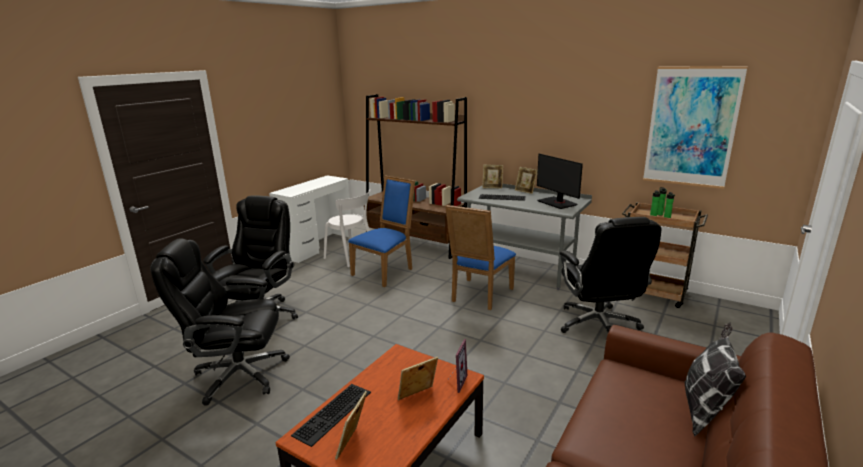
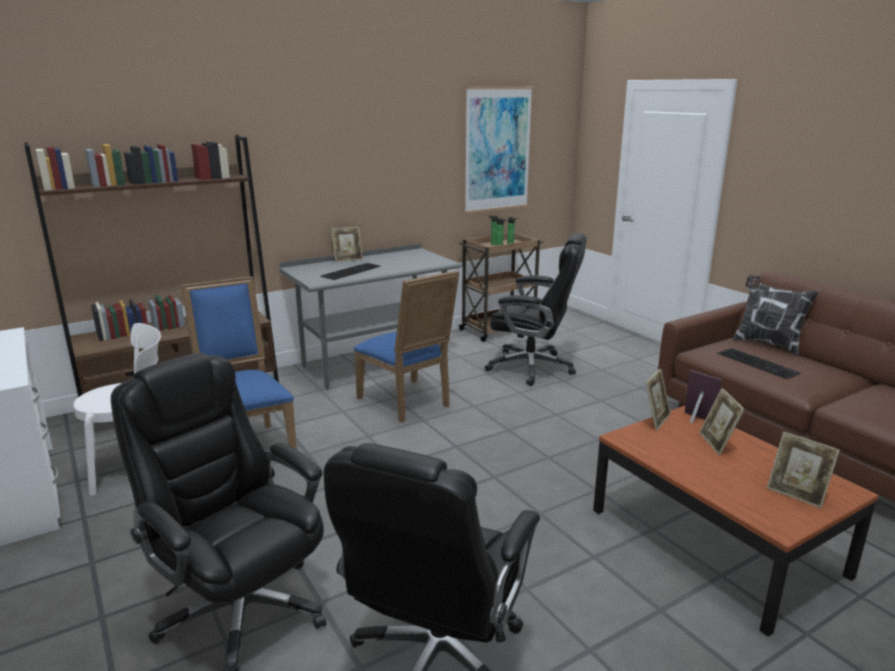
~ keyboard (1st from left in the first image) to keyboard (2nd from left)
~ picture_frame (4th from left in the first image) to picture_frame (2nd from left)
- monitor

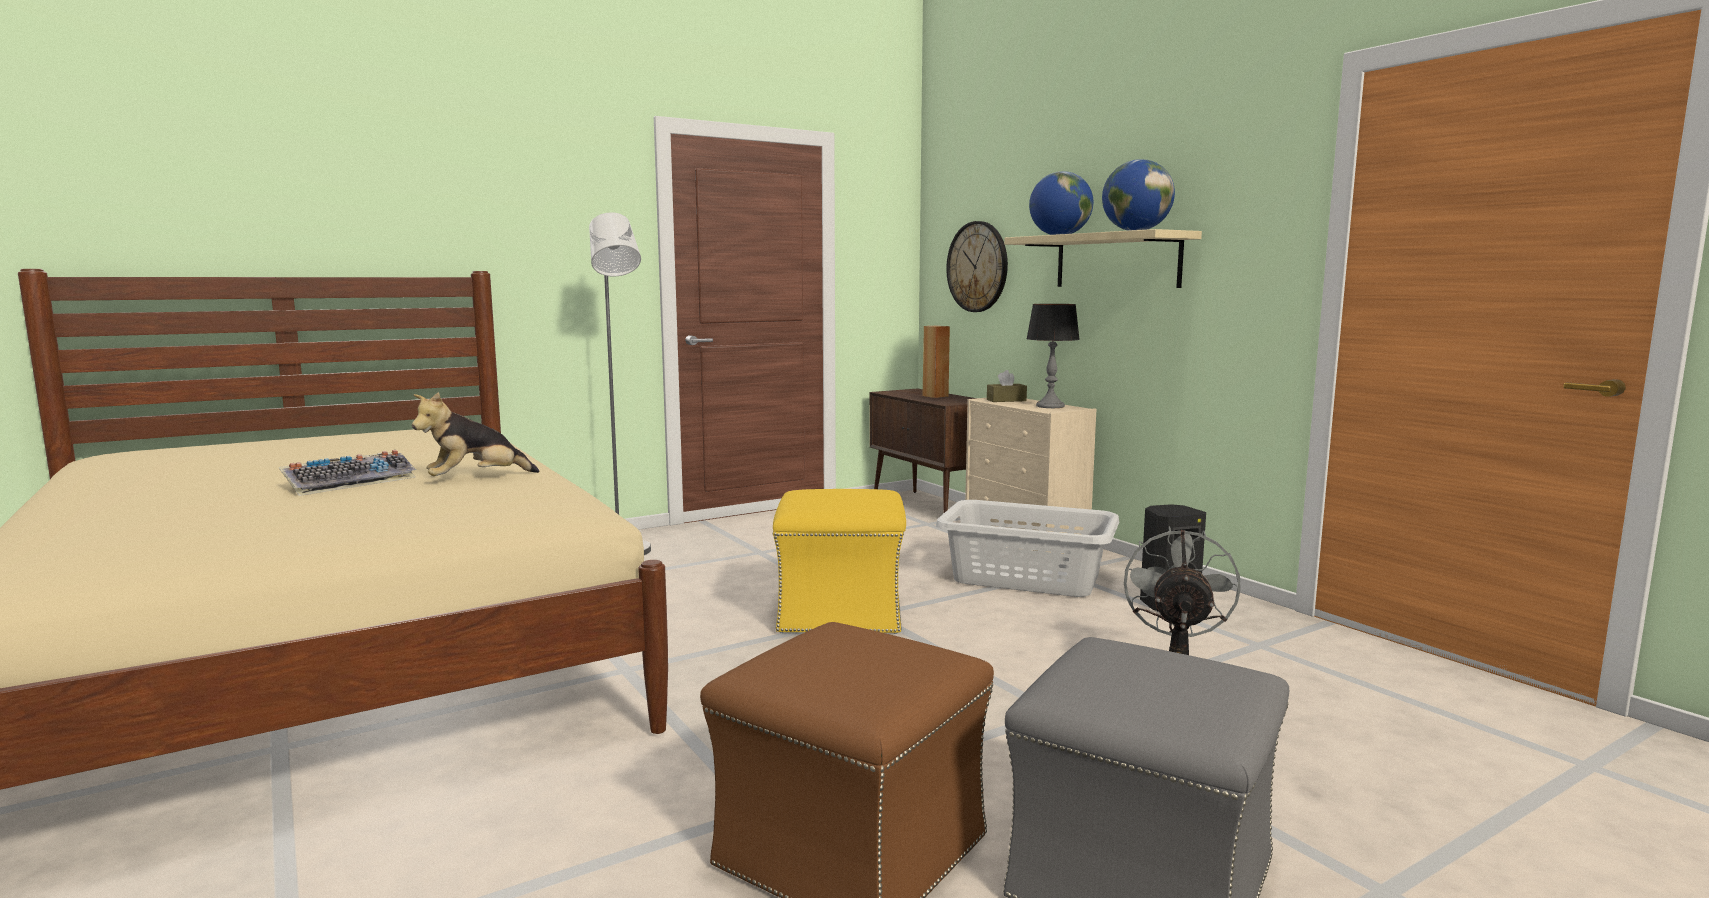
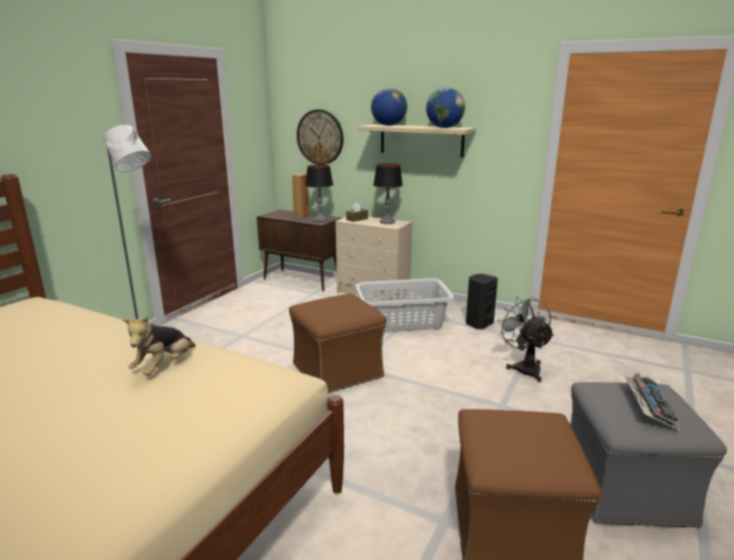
~ keyboard
~ yellow_ottoman to brown_ottoman (1st from left)
+ table_lamp (1st from left)

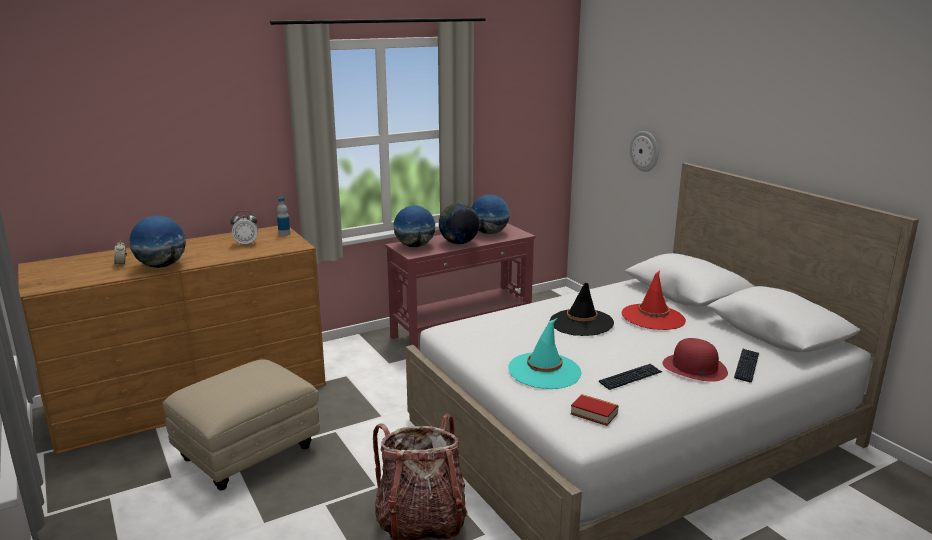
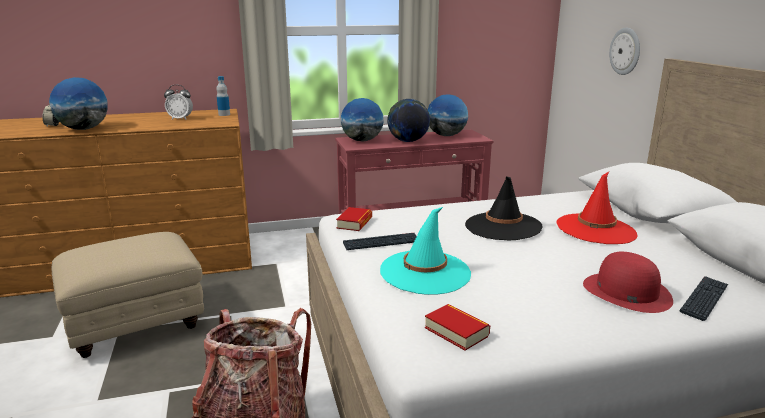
~ keyboard (1st from left)
+ book (1st from left)

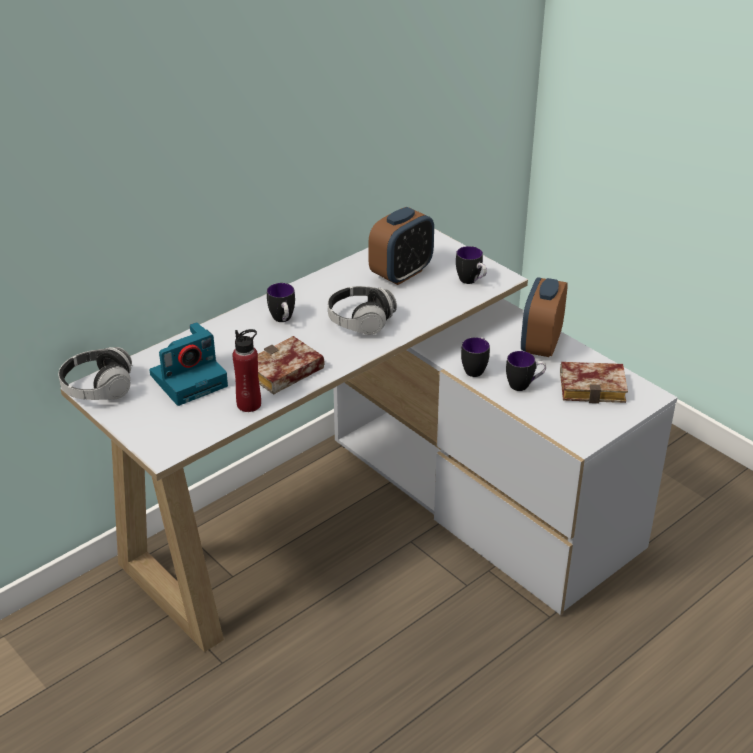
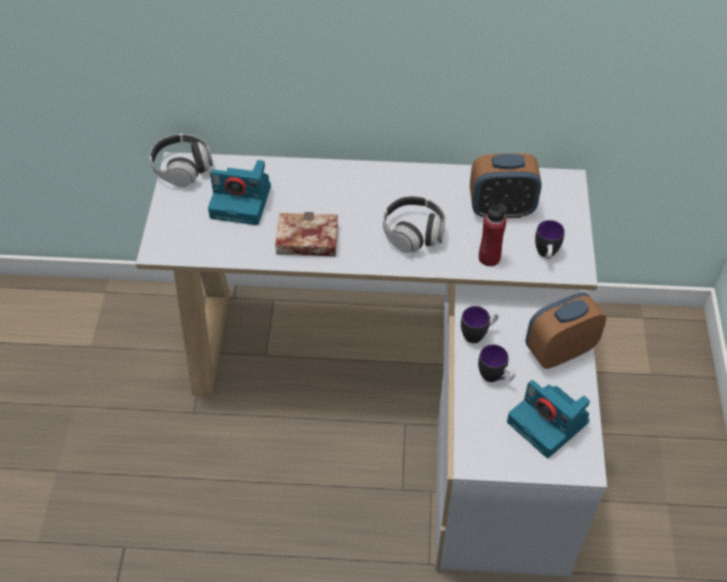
~ red_bottle
- mug (1st from left)
~ book (2nd from left) to photo_camera (2nd from left)

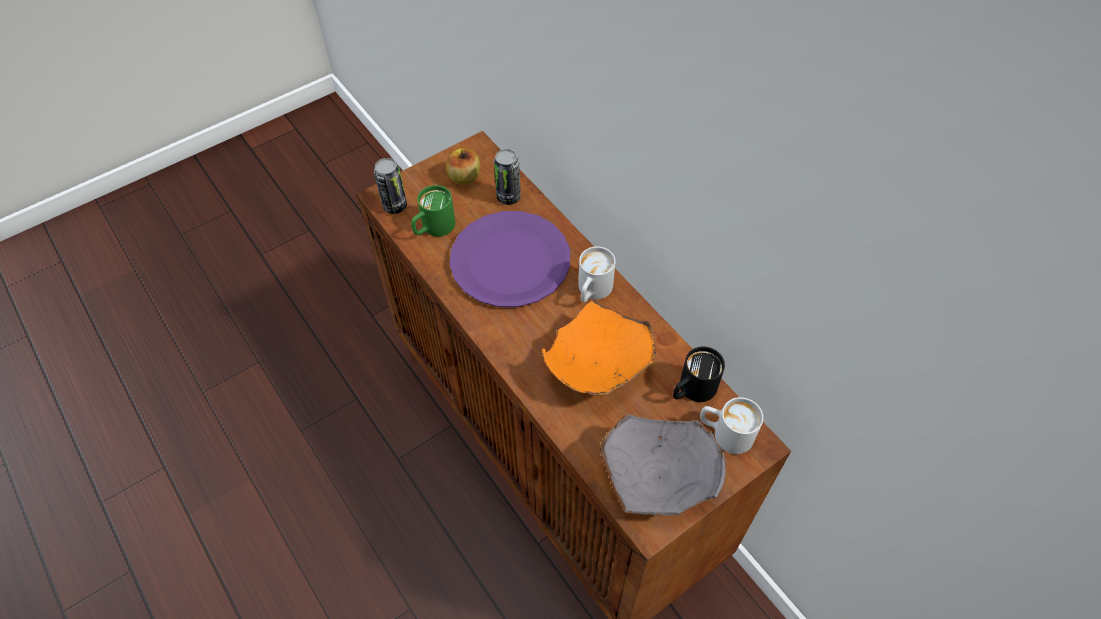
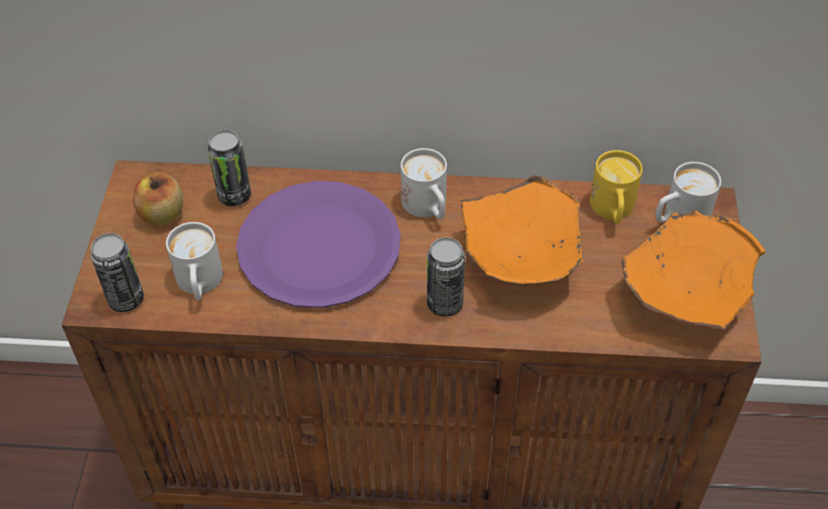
~ green_mug to white_mug (1st from left)
~ grey_bowl to orange_bowl (2nd from left)
~ black_mug to yellow_mug
+ can (3rd from left)

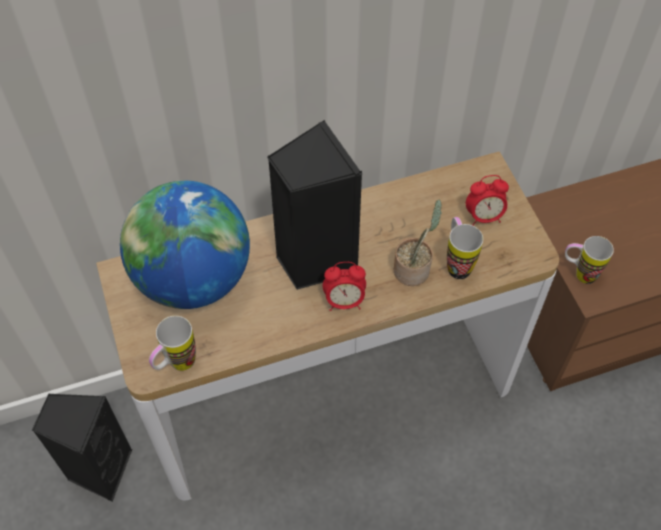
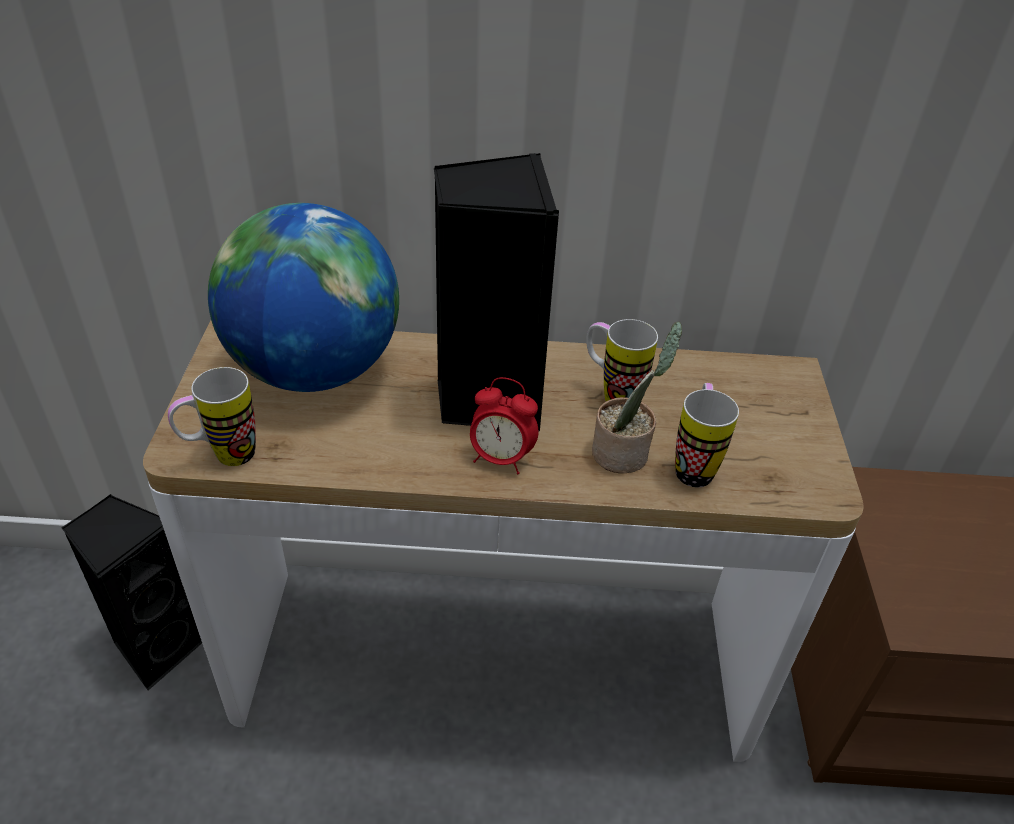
- alarm_clock (2nd from left)
~ mug (3rd from left in the first image) to mug (2nd from left)

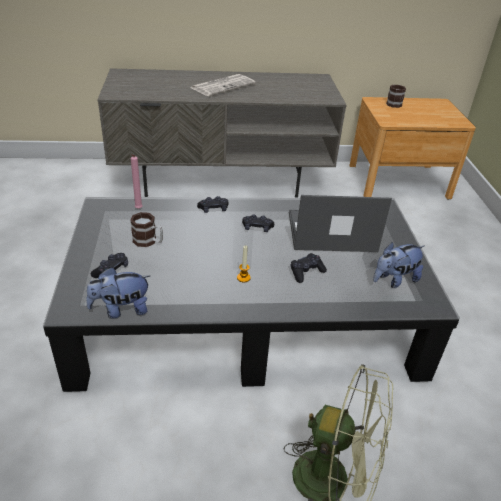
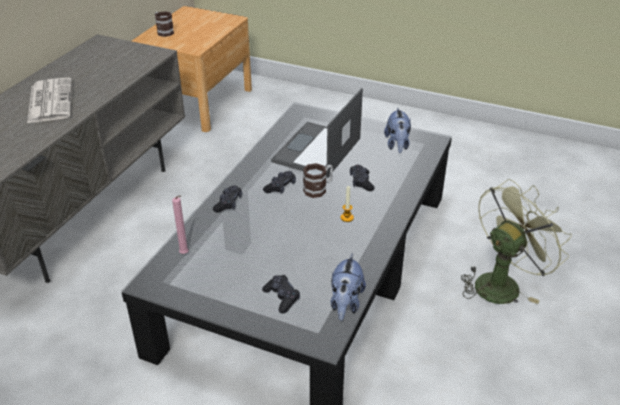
~ mug (1st from left in the first image) to mug (2nd from left)

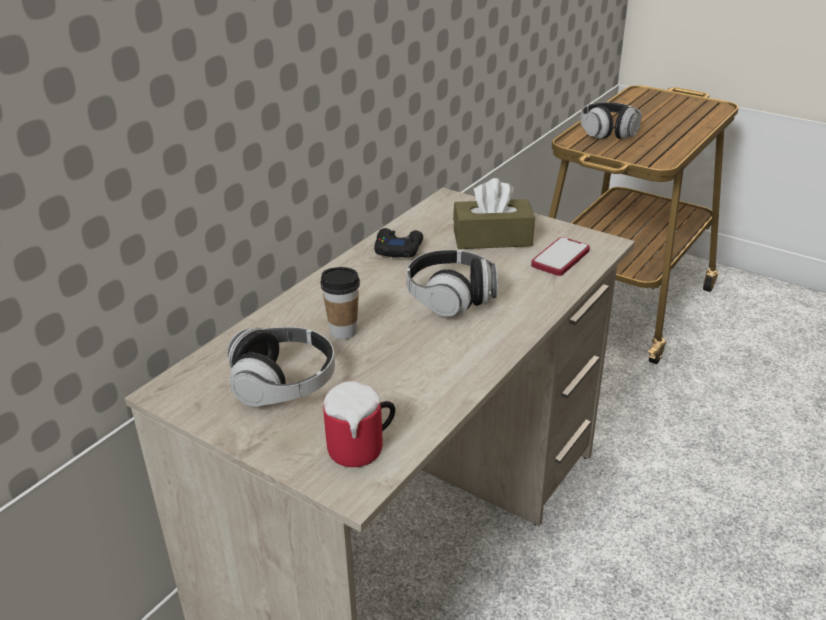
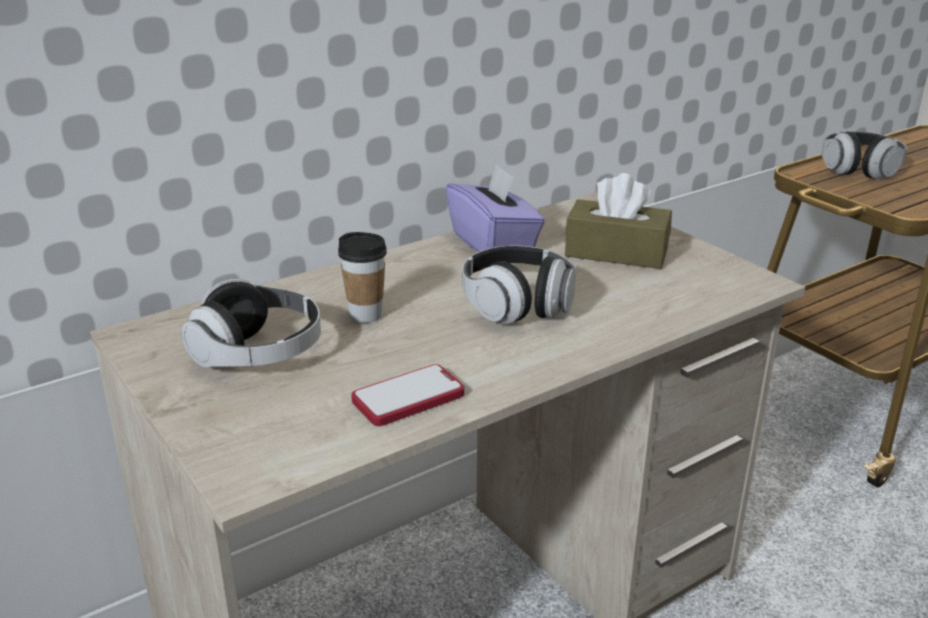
- mug
~ black_game_controller to purple_tissue_box
~ phone

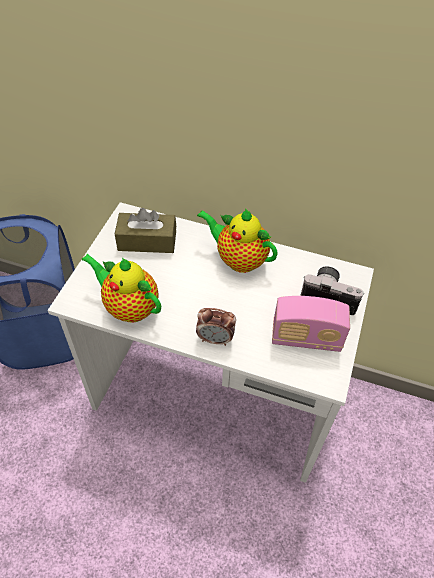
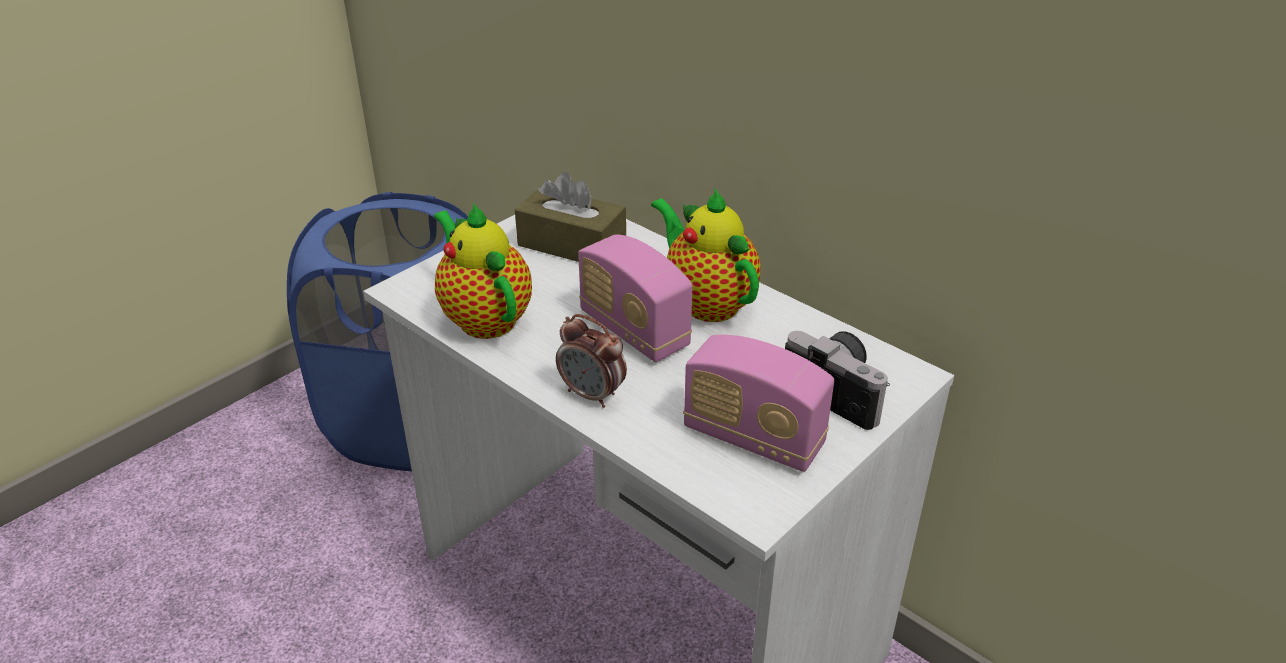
+ radio (1st from left)

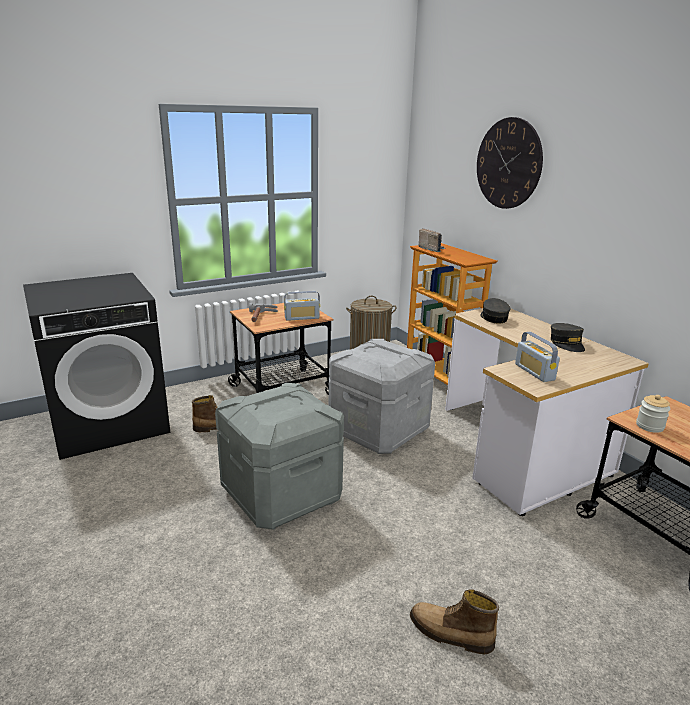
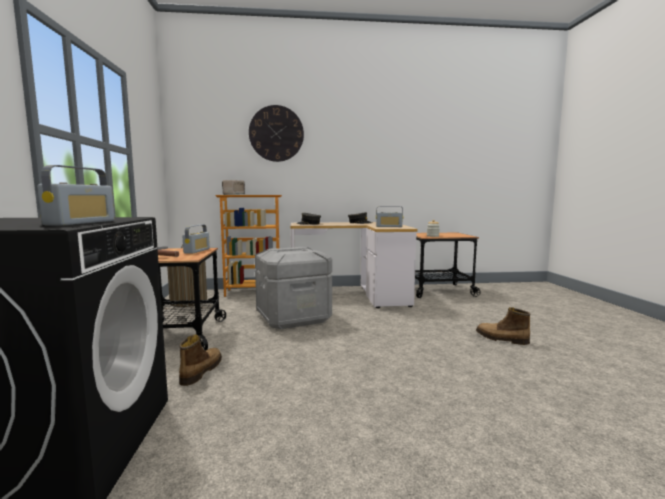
- grey_storage_box (1st from left)
~ boot (2nd from left) 75 degrees clockwise
+ radio (1st from left)

